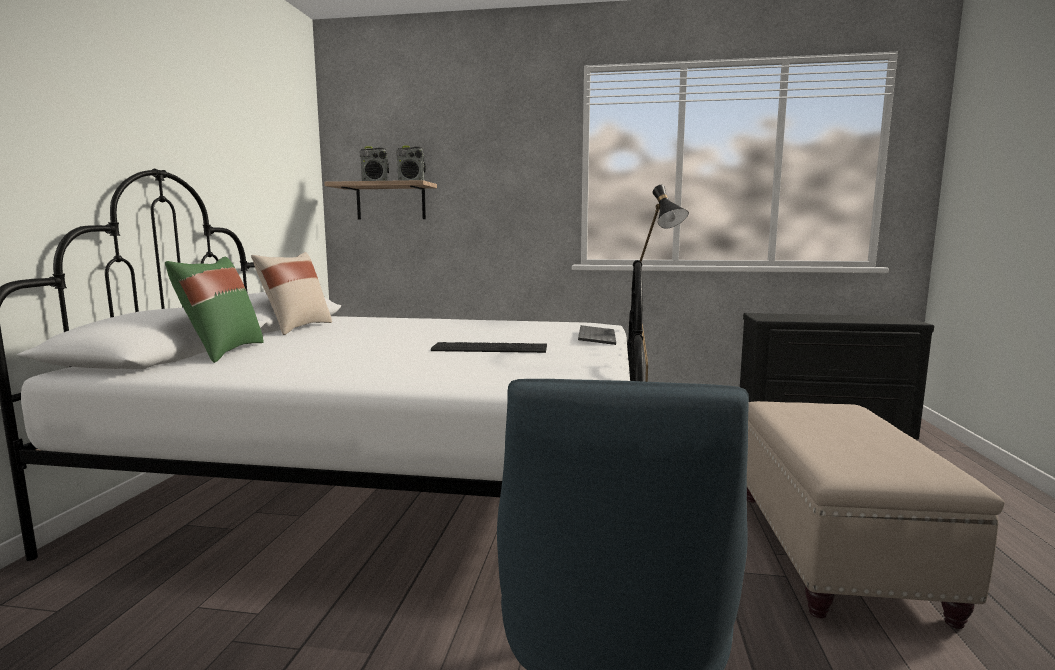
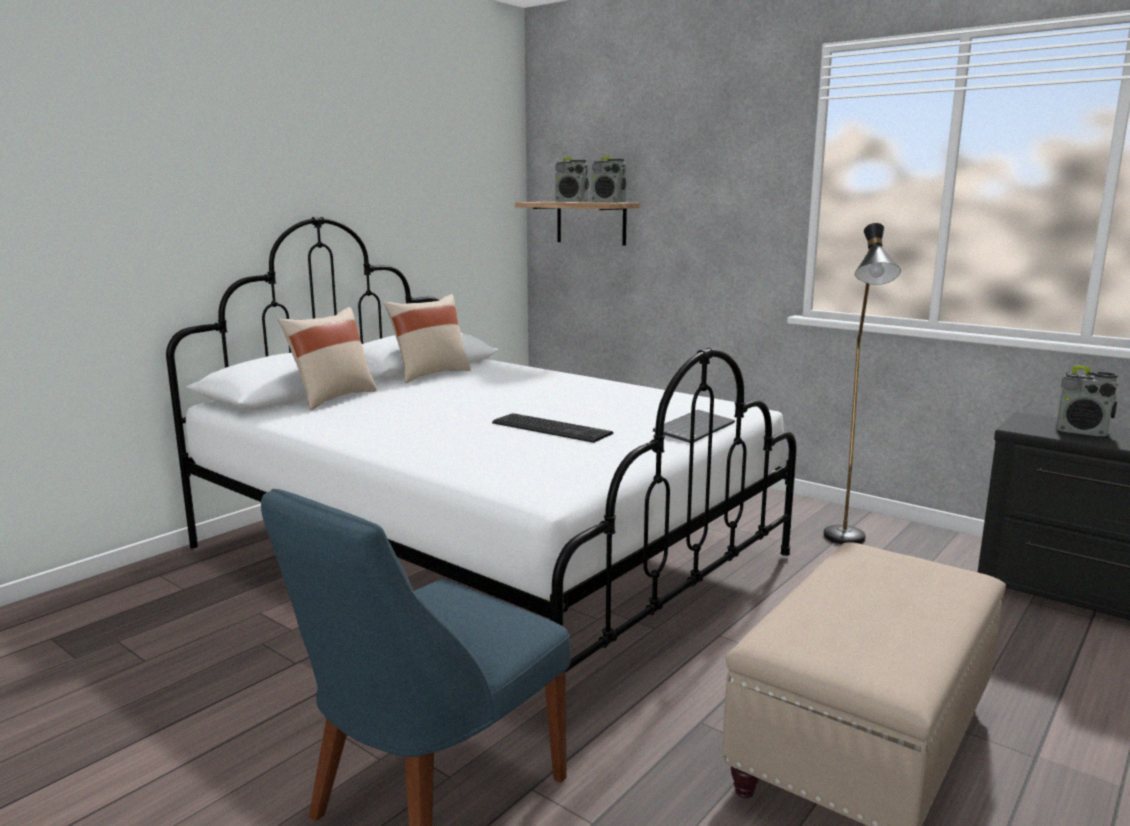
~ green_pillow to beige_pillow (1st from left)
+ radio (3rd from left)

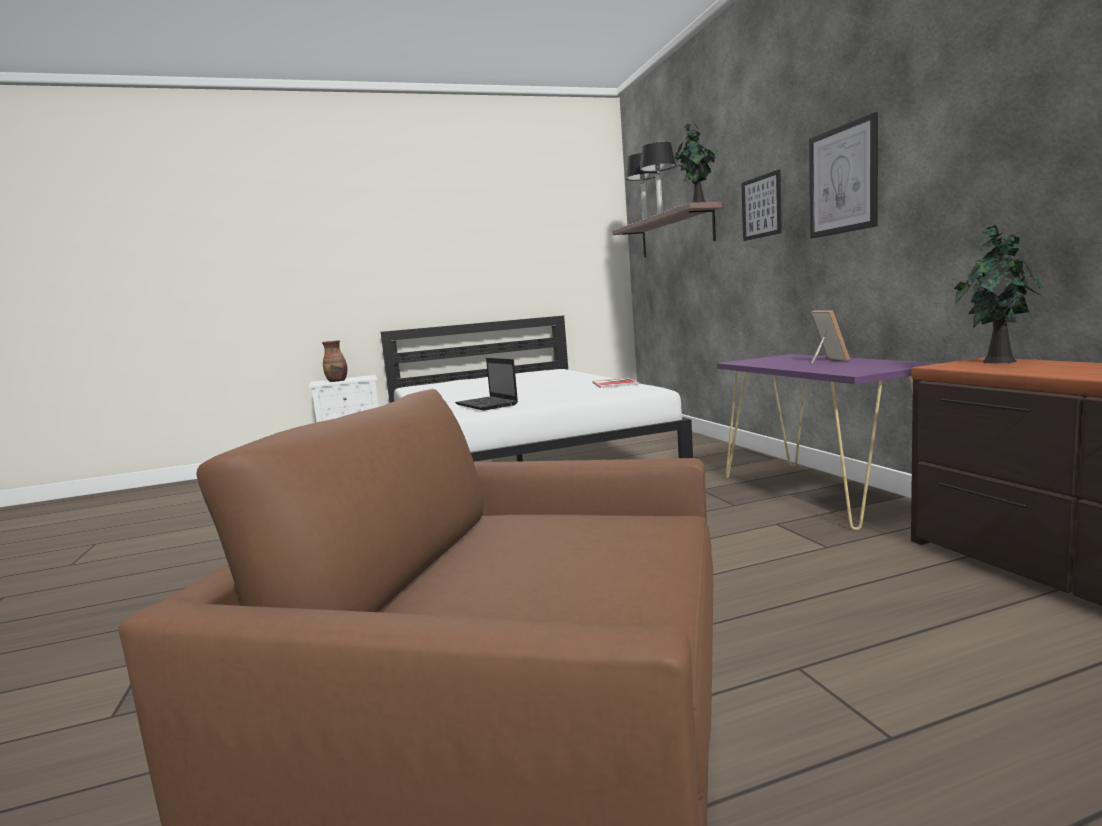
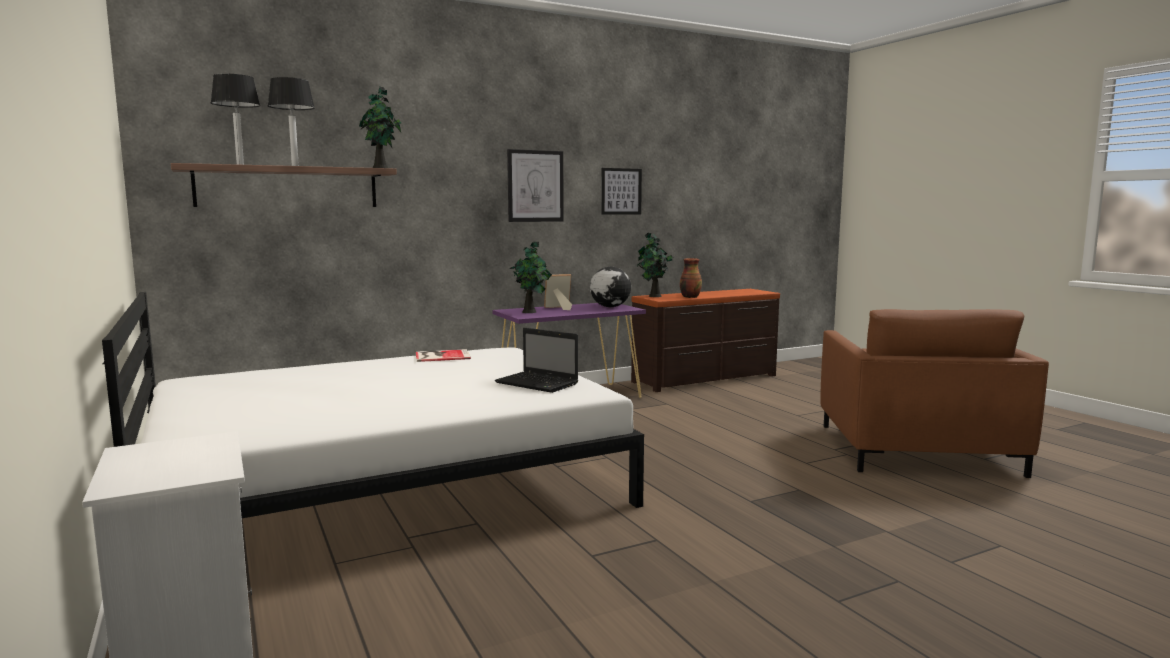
~ vase
~ laptop 75 degrees clockwise
~ picture (1st from left in the first image) to picture (2nd from left)
+ potted_plant (2nd from left)
+ globe

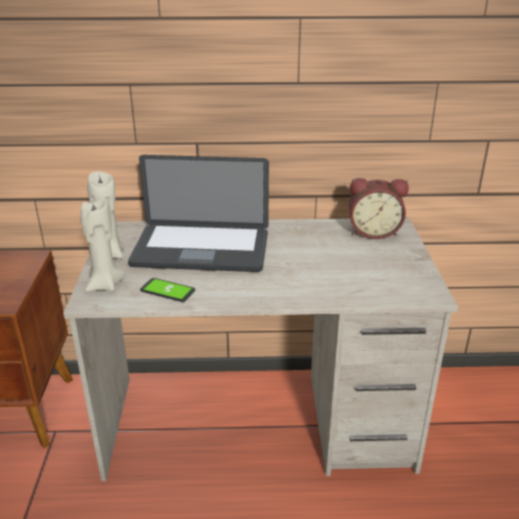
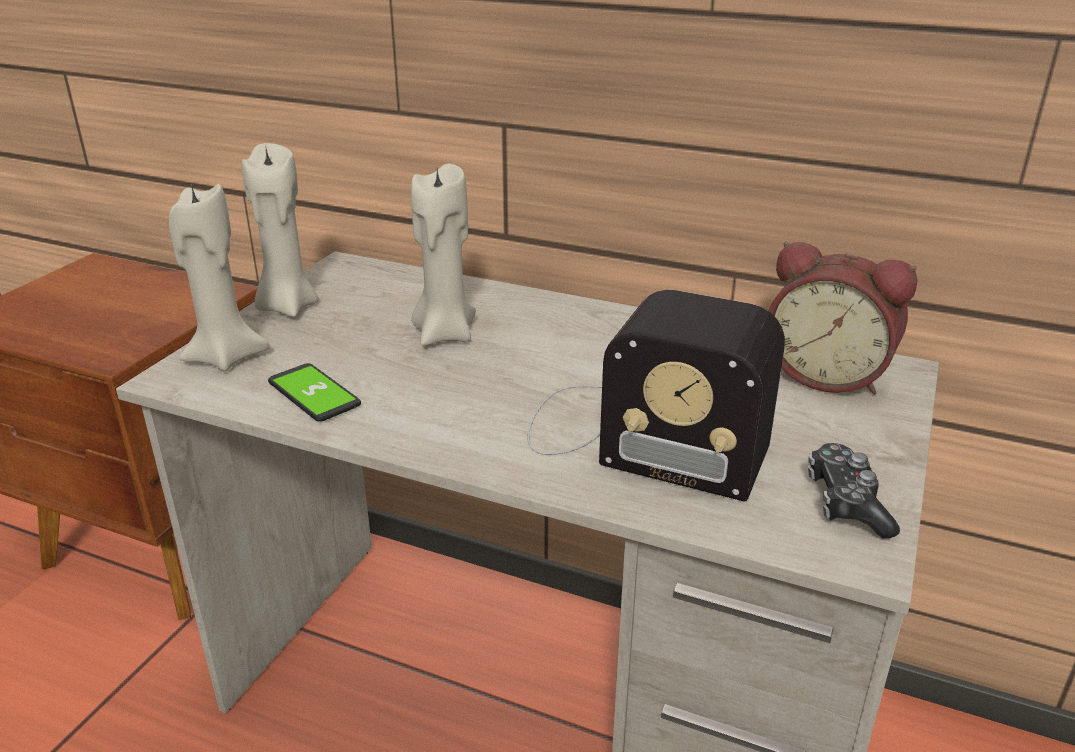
~ laptop to beige_candle (3rd from left)
+ radio
+ game_controller

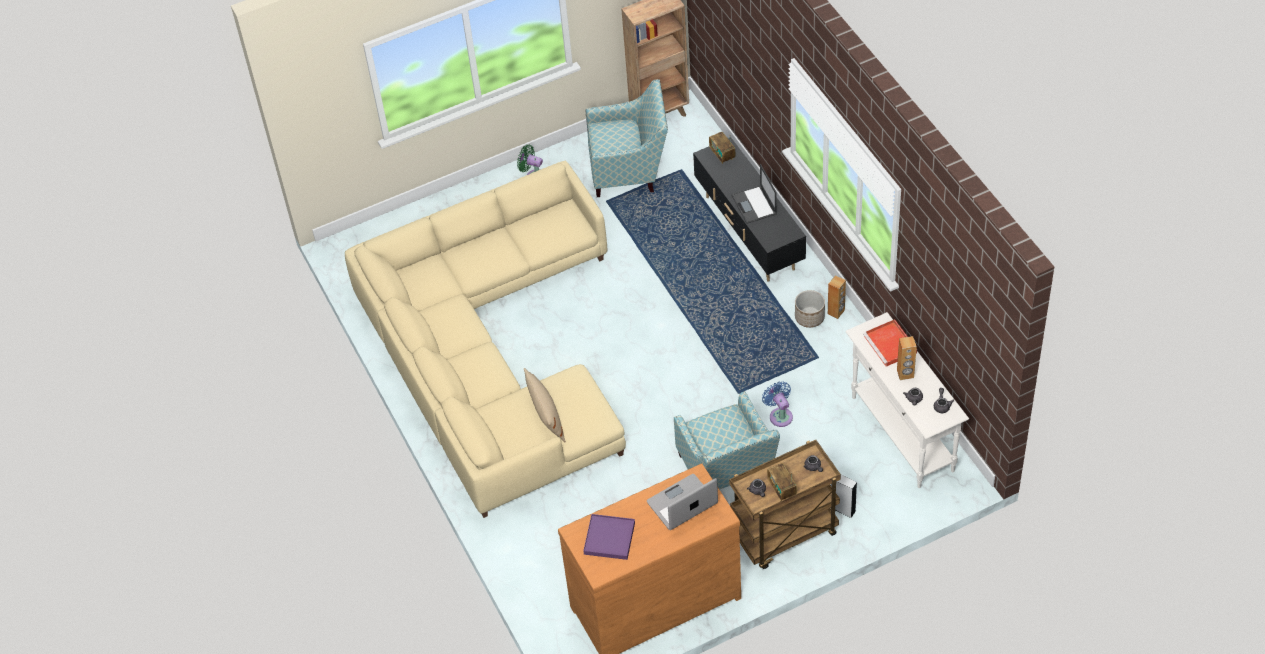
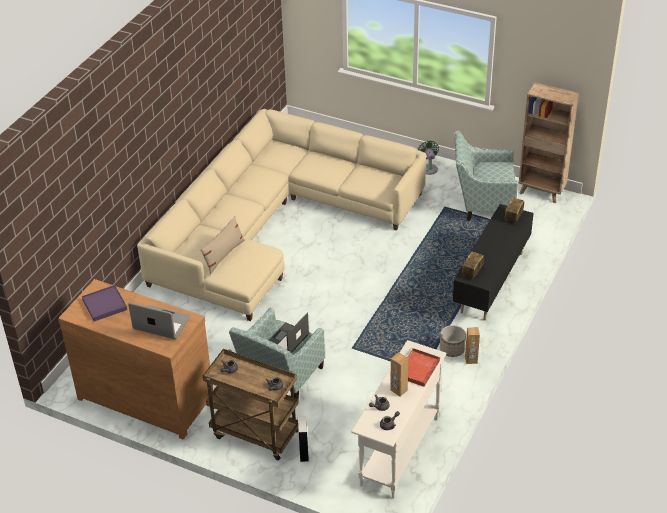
~ armchair (1st from left in the first image) 135 degrees clockwise
~ laptop (2nd from left)
- blue_fan
~ radio (2nd from left in the first image) to radio (1st from left)

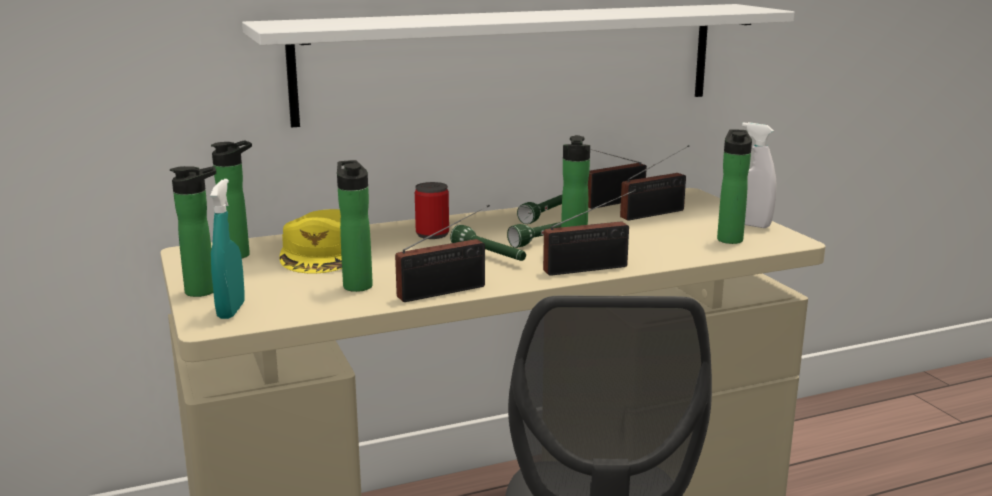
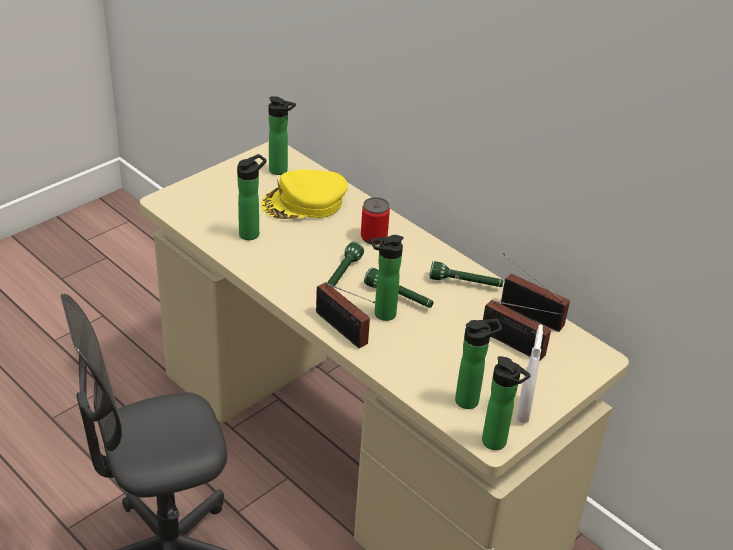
~ bottle (1st from left in the first image) to bottle (5th from left)
- turquoise_spray_bottle
- white_shelf
- radio (1st from left)

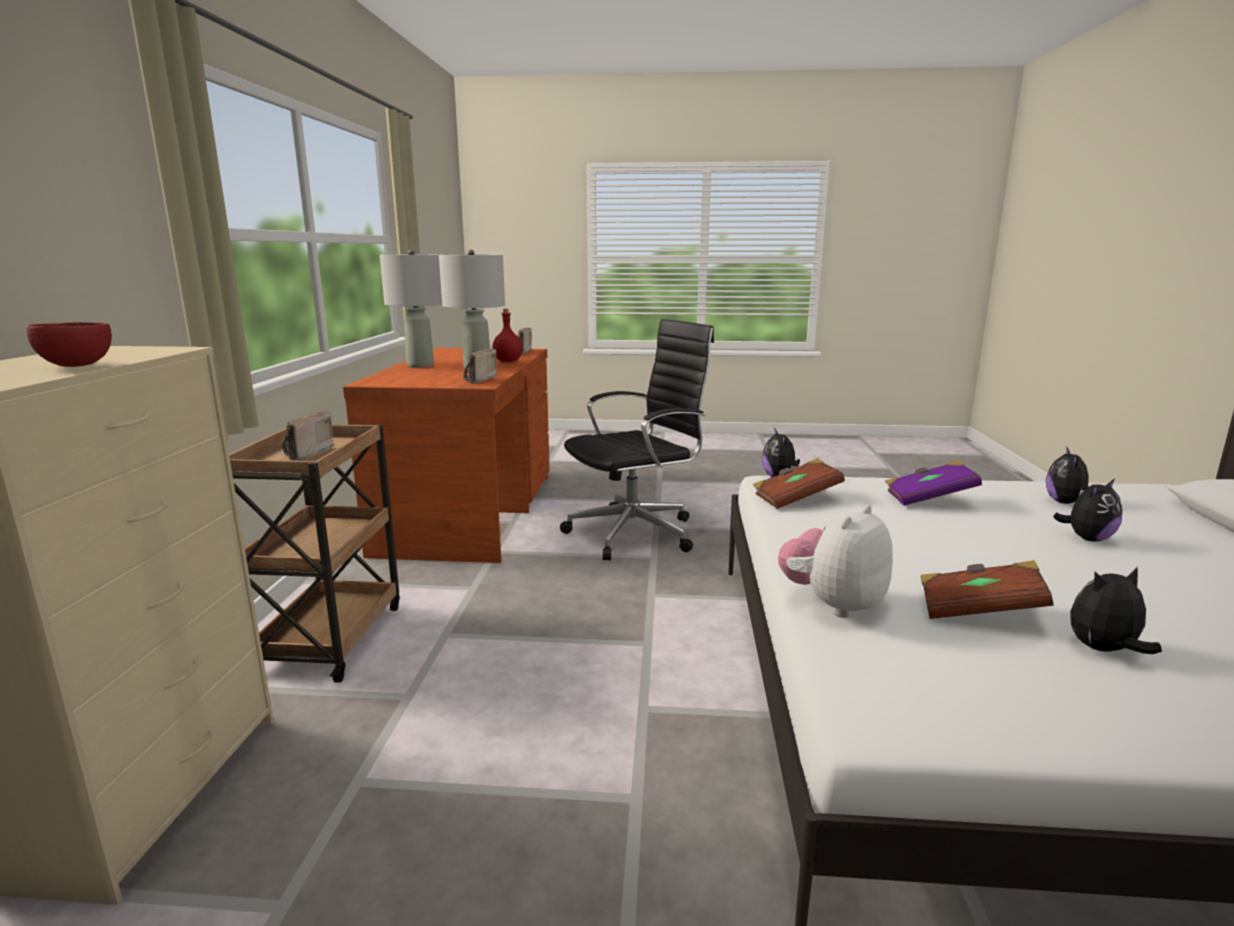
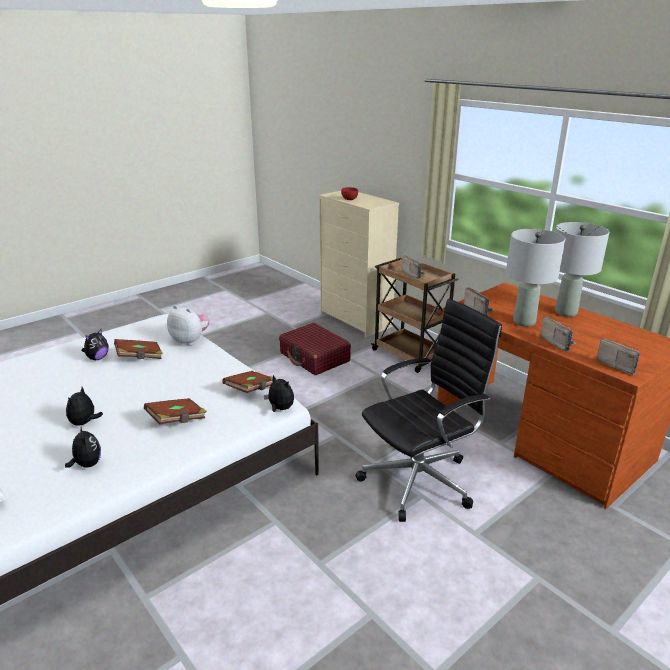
~ red_bottle to radio (3rd from left)
~ black_office_chair 135 degrees counterclockwise
~ plush_toy (2nd from left in the first image) 60 degrees counterclockwise
~ purple_book to brown_book (2nd from left)
+ red_suitcase

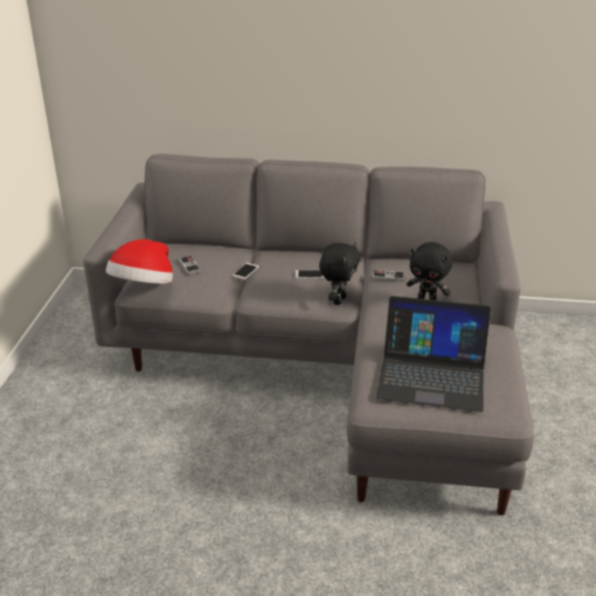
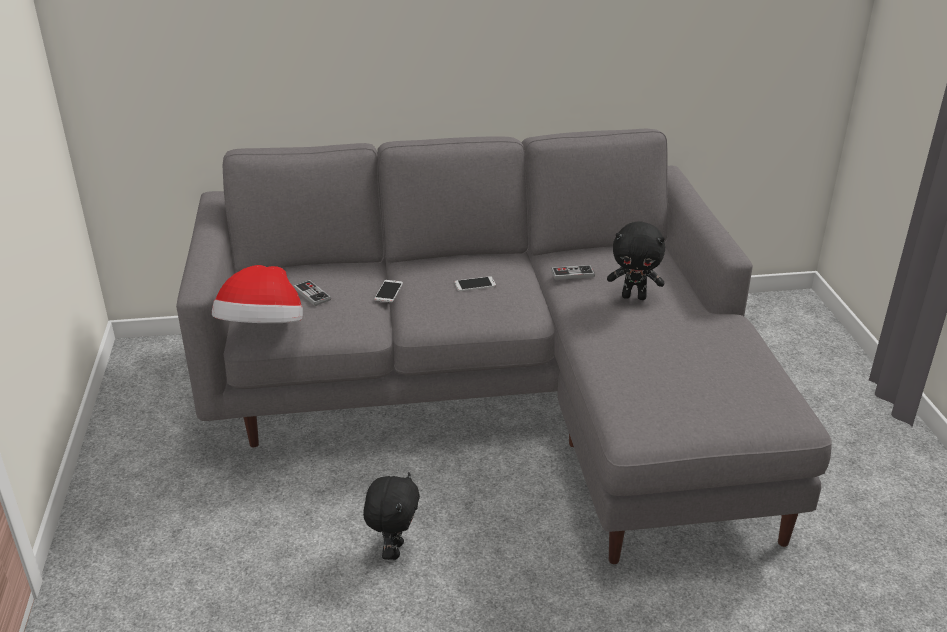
~ black_plush_toy (1st from left)
- laptop

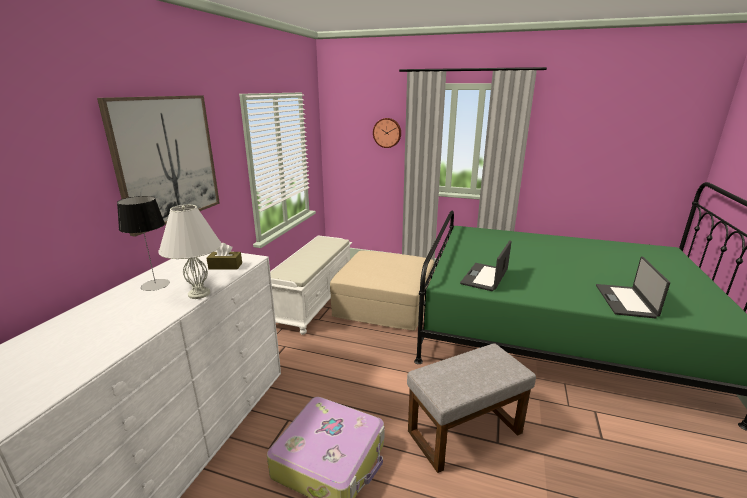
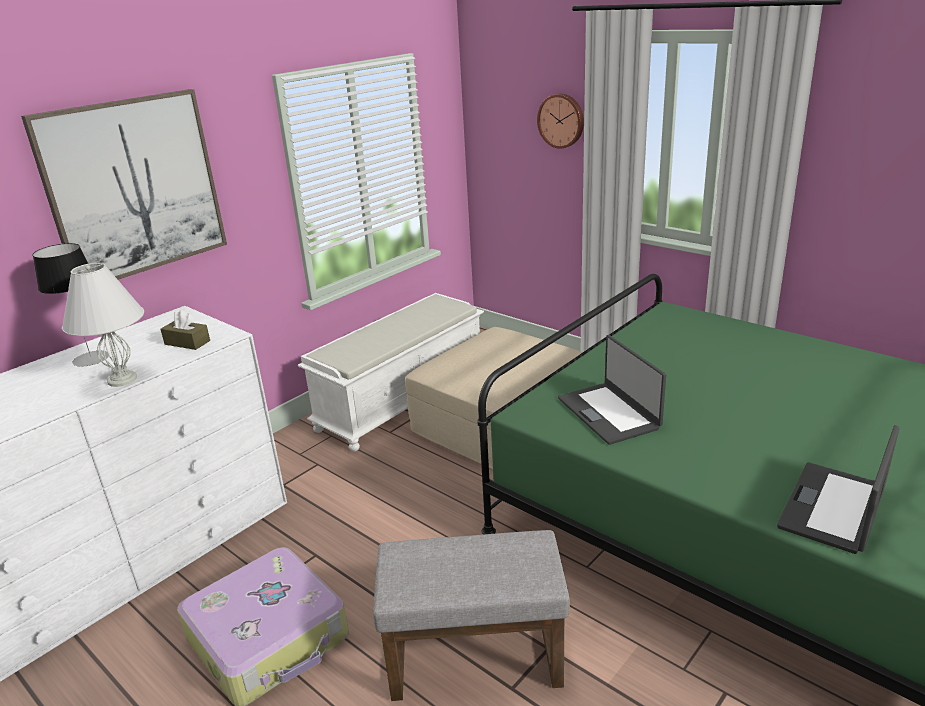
~ laptop (1st from left) 75 degrees counterclockwise

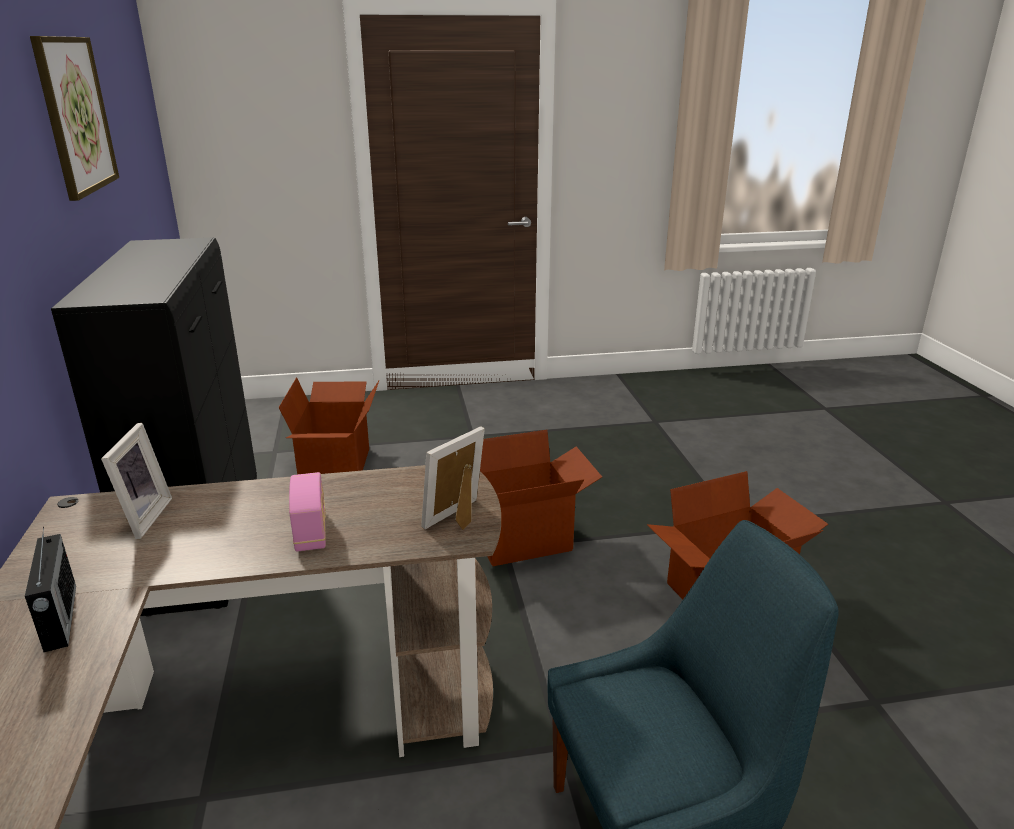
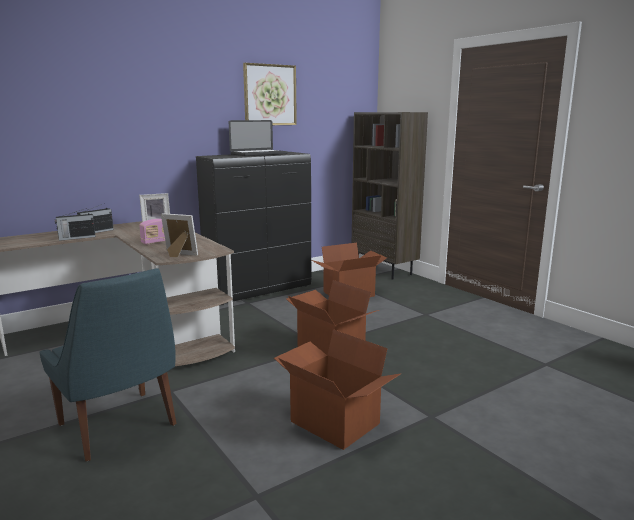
+ radio (1st from left)
+ laptop
+ brown_bookcase

